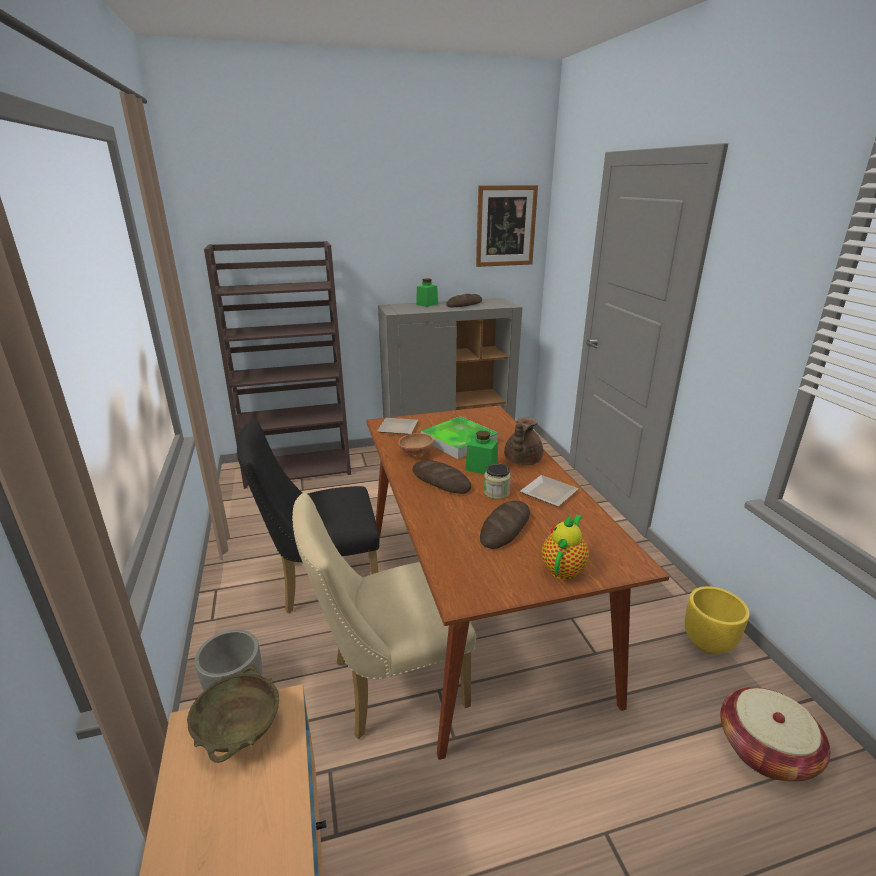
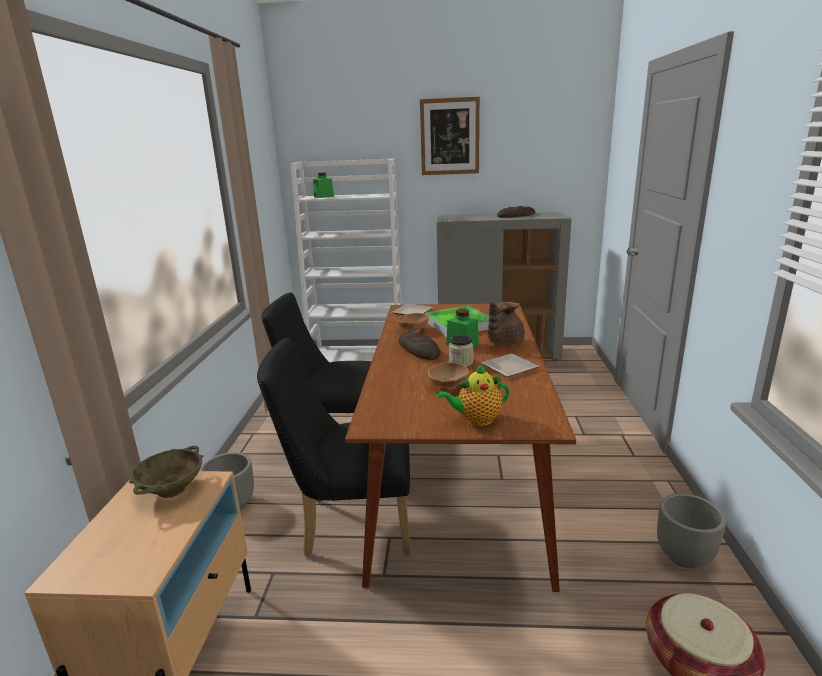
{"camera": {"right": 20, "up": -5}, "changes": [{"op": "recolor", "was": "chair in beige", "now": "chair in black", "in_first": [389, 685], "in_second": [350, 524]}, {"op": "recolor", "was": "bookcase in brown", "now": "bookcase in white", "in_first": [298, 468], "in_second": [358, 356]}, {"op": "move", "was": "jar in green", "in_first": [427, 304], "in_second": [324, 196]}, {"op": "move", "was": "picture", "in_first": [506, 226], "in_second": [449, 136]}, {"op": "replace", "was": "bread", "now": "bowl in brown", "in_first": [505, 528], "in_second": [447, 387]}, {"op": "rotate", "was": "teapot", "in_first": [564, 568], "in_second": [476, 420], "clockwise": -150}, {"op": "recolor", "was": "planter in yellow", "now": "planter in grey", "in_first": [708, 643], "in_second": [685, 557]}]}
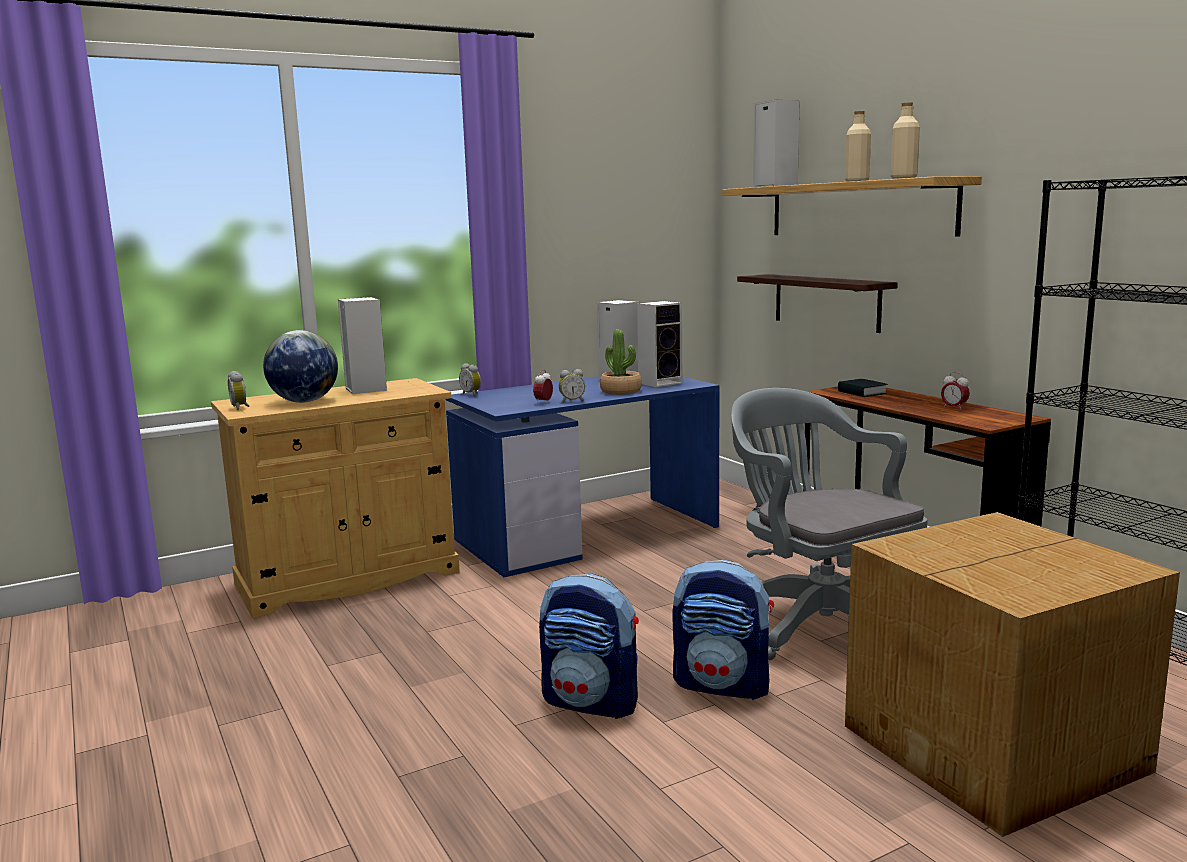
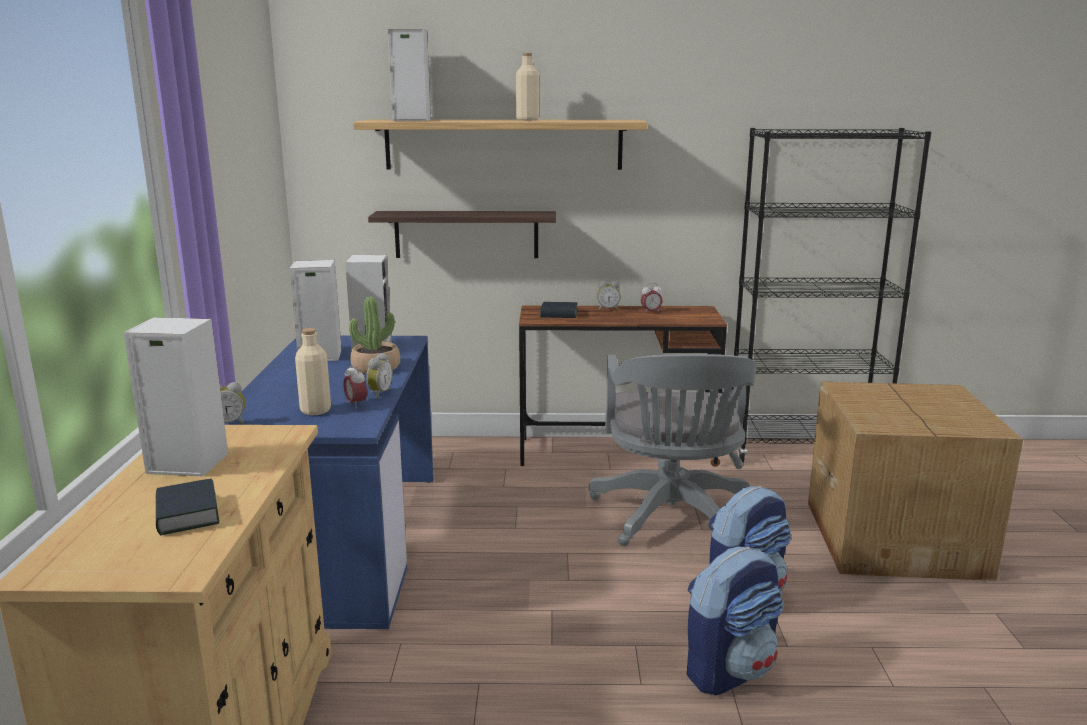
{"camera": {"right": -60, "up": 5}, "changes": [{"op": "replace", "was": "globe", "now": "book", "in_first": [304, 401], "in_second": [187, 514]}, {"op": "move", "was": "bottle in beige", "in_first": [903, 178], "in_second": [315, 410]}, {"op": "rotate", "was": "office chair in grey", "in_first": [817, 623], "in_second": [672, 518], "clockwise": -90}, {"op": "move", "was": "alarm clock", "in_first": [240, 407], "in_second": [608, 309]}]}
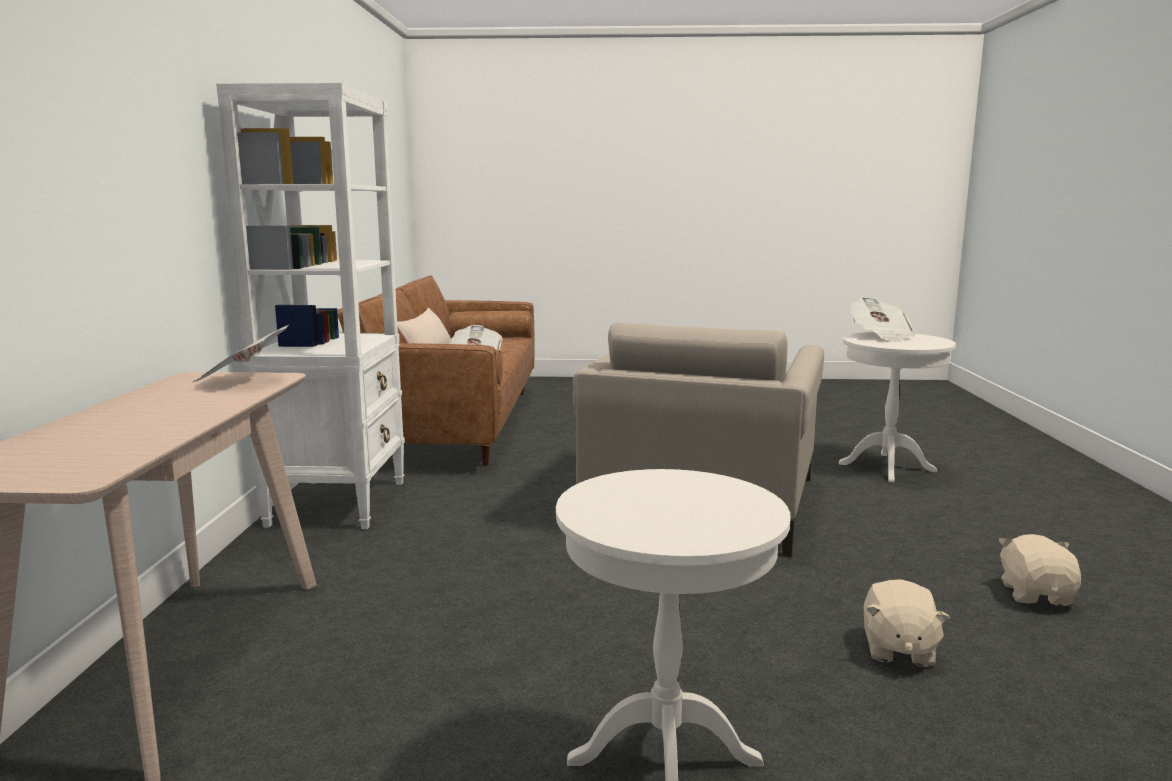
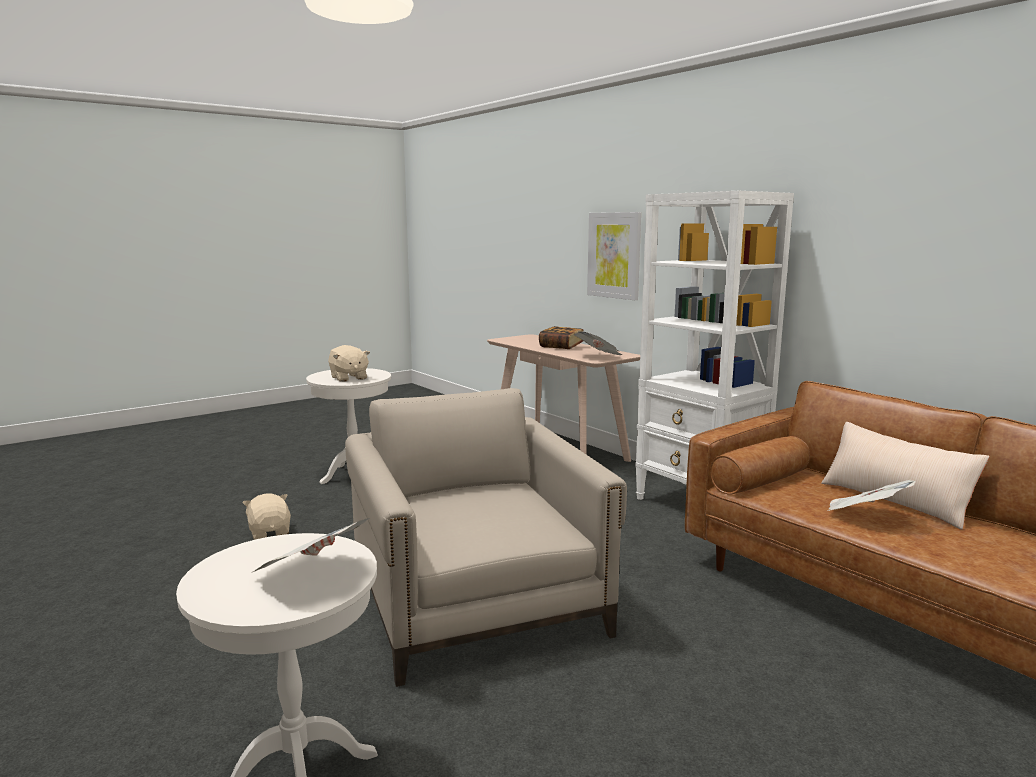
{"camera": {"right": 140, "up": 0}, "changes": [{"op": "move", "was": "plush toy in beige", "in_first": [1036, 595], "in_second": [348, 378]}, {"op": "insert", "now": "book", "in_second": [561, 347]}, {"op": "insert", "now": "picture", "in_second": [614, 255]}]}
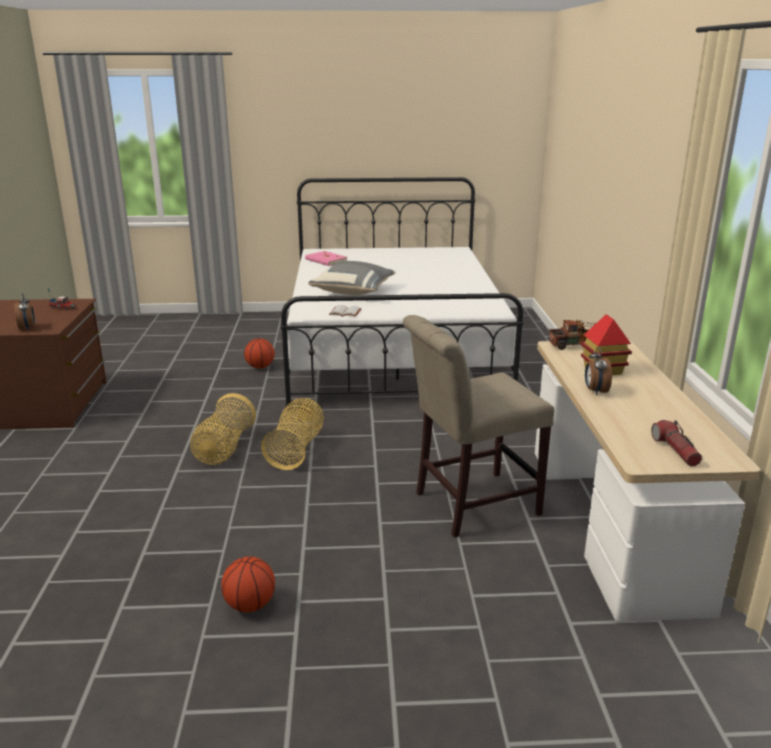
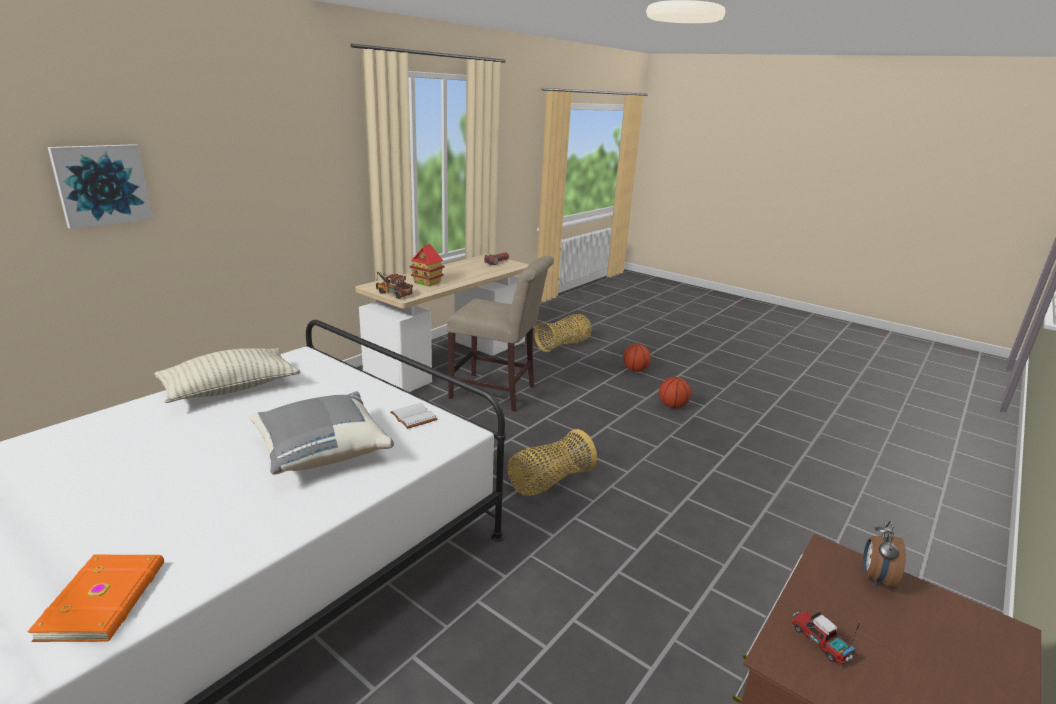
{"camera": {"right": -140, "up": 0}, "changes": [{"op": "recolor", "was": "book in pink", "now": "book in orange", "in_first": [326, 261], "in_second": [106, 599]}, {"op": "insert", "now": "picture", "in_second": [102, 185]}, {"op": "insert", "now": "pillow", "in_second": [231, 389]}, {"op": "move", "was": "basket", "in_first": [224, 449], "in_second": [563, 345]}, {"op": "move", "was": "basketball", "in_first": [260, 367], "in_second": [635, 370]}, {"op": "delete", "was": "alarm clock", "in_first": [595, 391]}]}
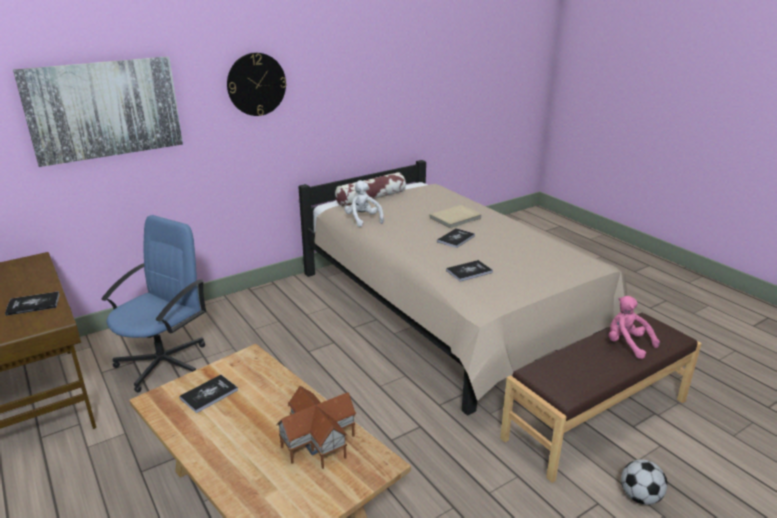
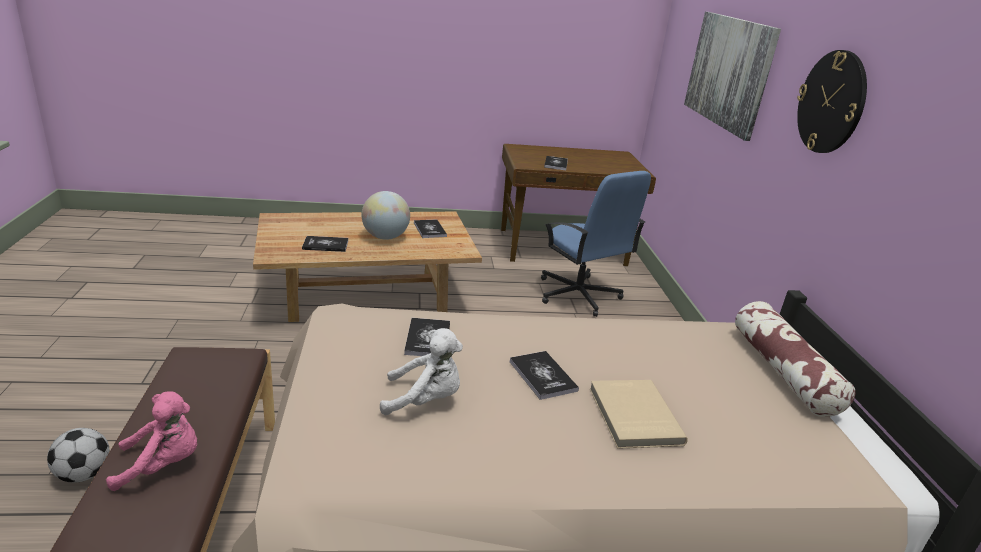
{"camera": {"right": 115, "up": 0}, "changes": [{"op": "replace", "was": "toy house", "now": "book", "in_first": [317, 442], "in_second": [325, 245]}, {"op": "insert", "now": "globe", "in_second": [385, 237]}, {"op": "move", "was": "plush toy in white", "in_first": [363, 220], "in_second": [425, 400]}]}
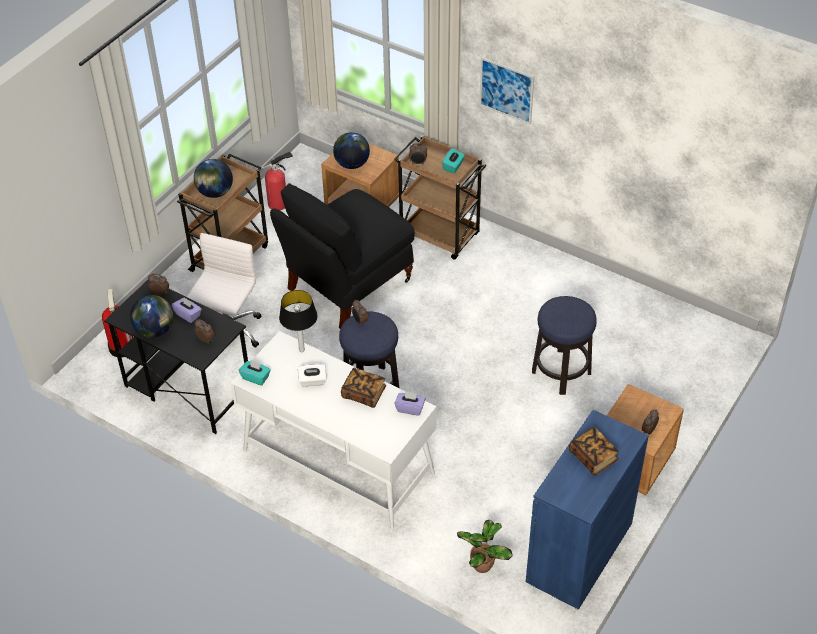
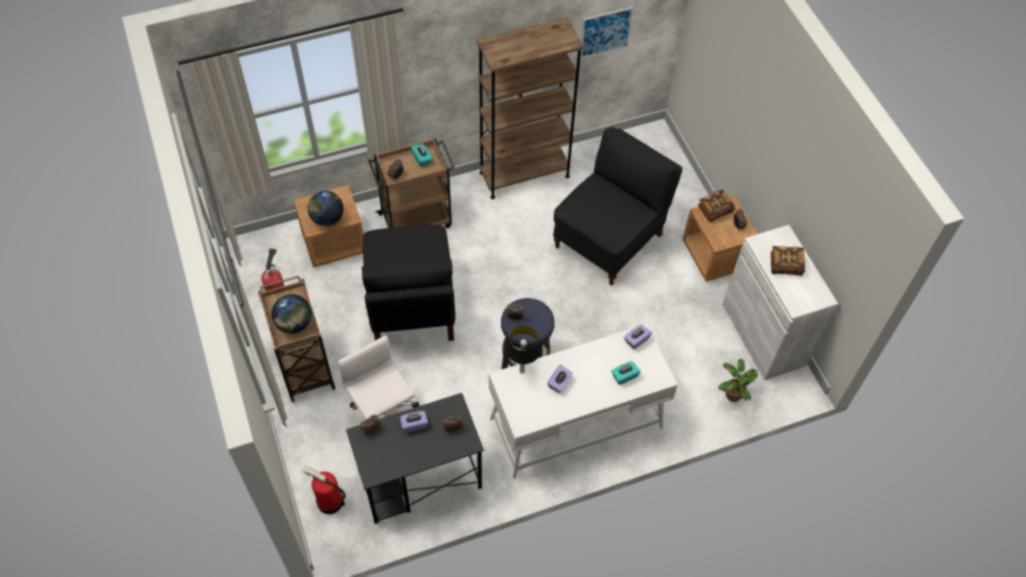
{"camera": {"right": -55, "up": 10}, "changes": [{"op": "insert", "now": "bookcase in brown", "in_second": [524, 174]}, {"op": "recolor", "was": "tissue box in white", "now": "tissue box in purple", "in_first": [312, 381], "in_second": [559, 383]}, {"op": "replace", "was": "stool", "now": "chair in black", "in_first": [561, 372], "in_second": [609, 240]}, {"op": "move", "was": "picture", "in_first": [506, 90], "in_second": [605, 32]}, {"op": "move", "was": "tissue box in turquoise", "in_first": [256, 377], "in_second": [624, 376]}, {"op": "move", "was": "book", "in_first": [364, 394], "in_second": [715, 210]}, {"op": "recolor", "was": "cabinet in blue", "now": "cabinet in white", "in_first": [579, 552], "in_second": [763, 334]}, {"op": "delete", "was": "globe", "in_first": [155, 330]}]}
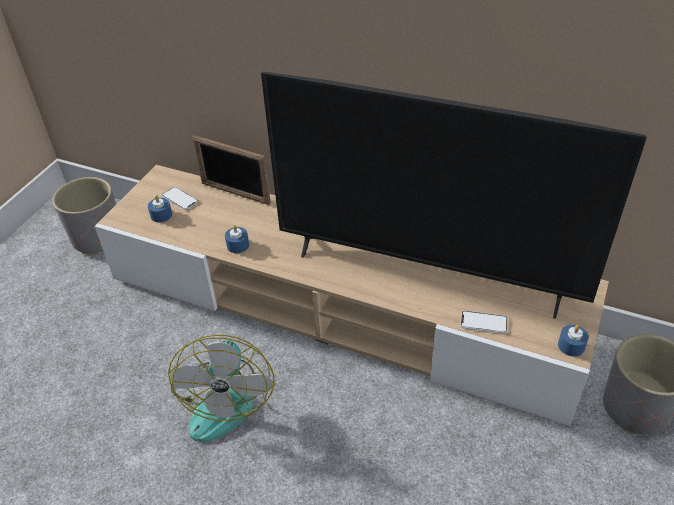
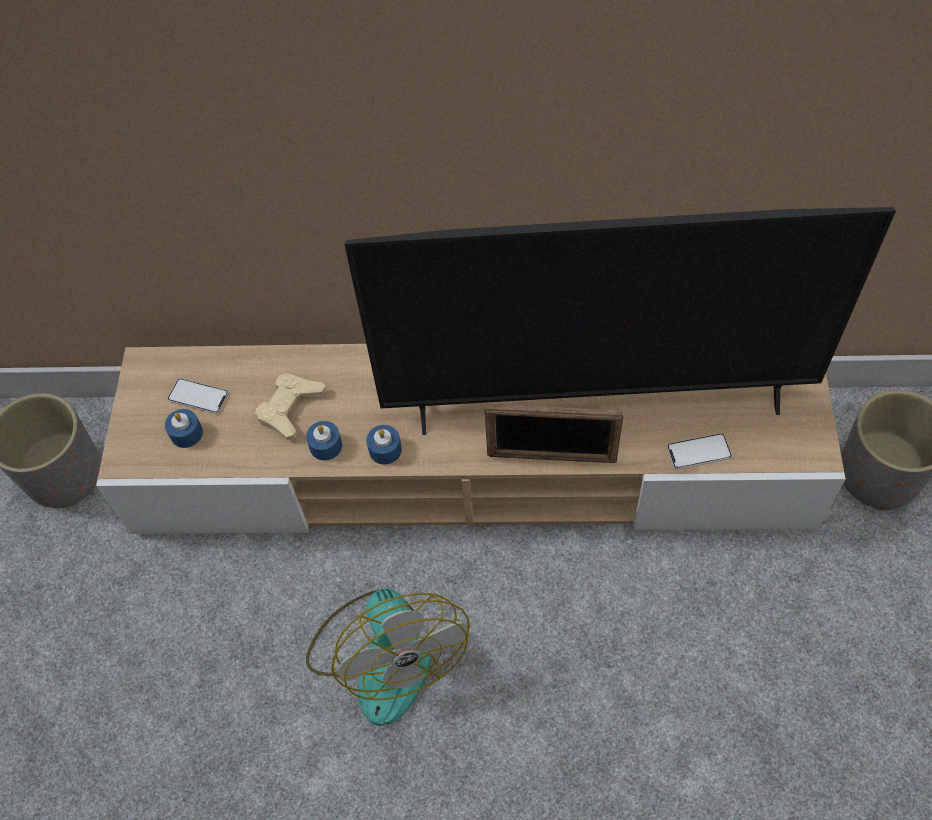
{"camera": {"right": -20, "up": 15}, "changes": [{"op": "insert", "now": "game controller in beige", "in_second": [290, 408]}, {"op": "move", "was": "candle in blue", "in_first": [571, 346], "in_second": [385, 450]}, {"op": "move", "was": "picture frame", "in_first": [235, 193], "in_second": [551, 457]}]}
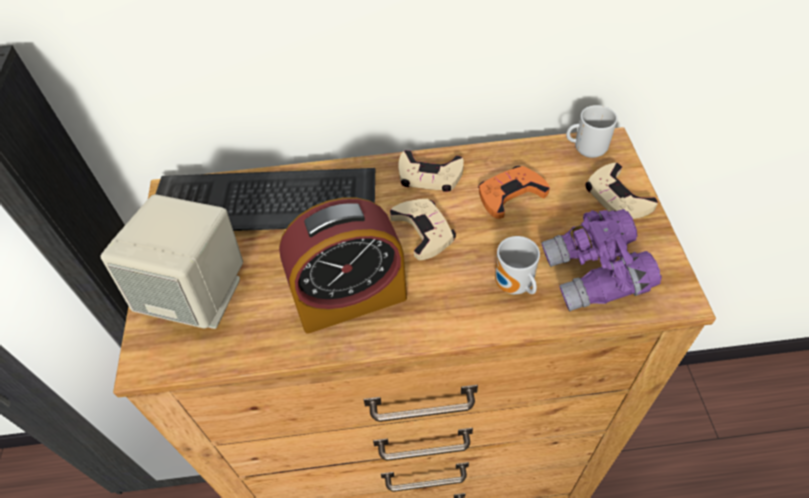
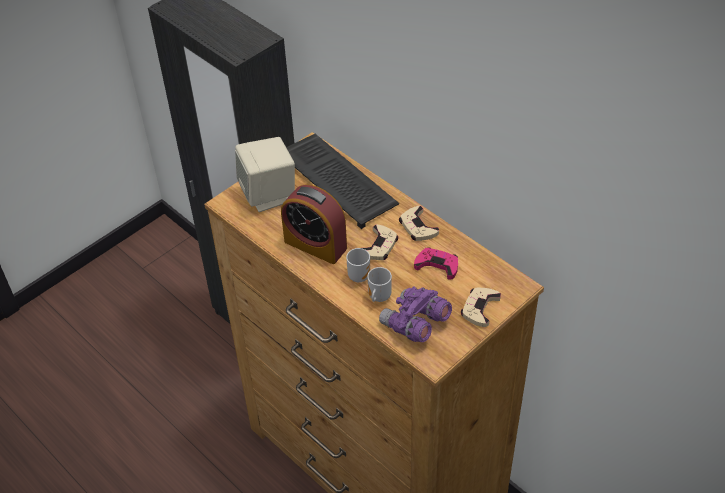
{"camera": {"right": 50, "up": -5}, "changes": [{"op": "move", "was": "mug", "in_first": [586, 150], "in_second": [358, 275]}, {"op": "recolor", "was": "game controller in orange", "now": "game controller in pink", "in_first": [510, 194], "in_second": [437, 265]}]}
